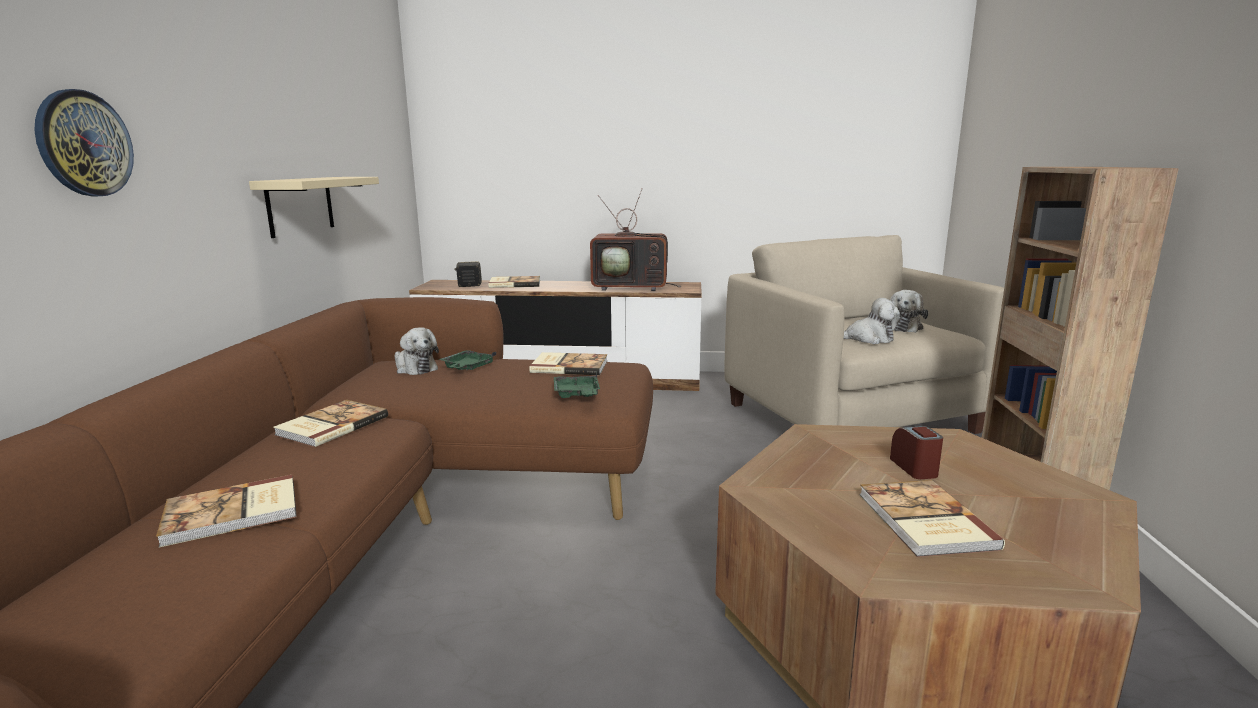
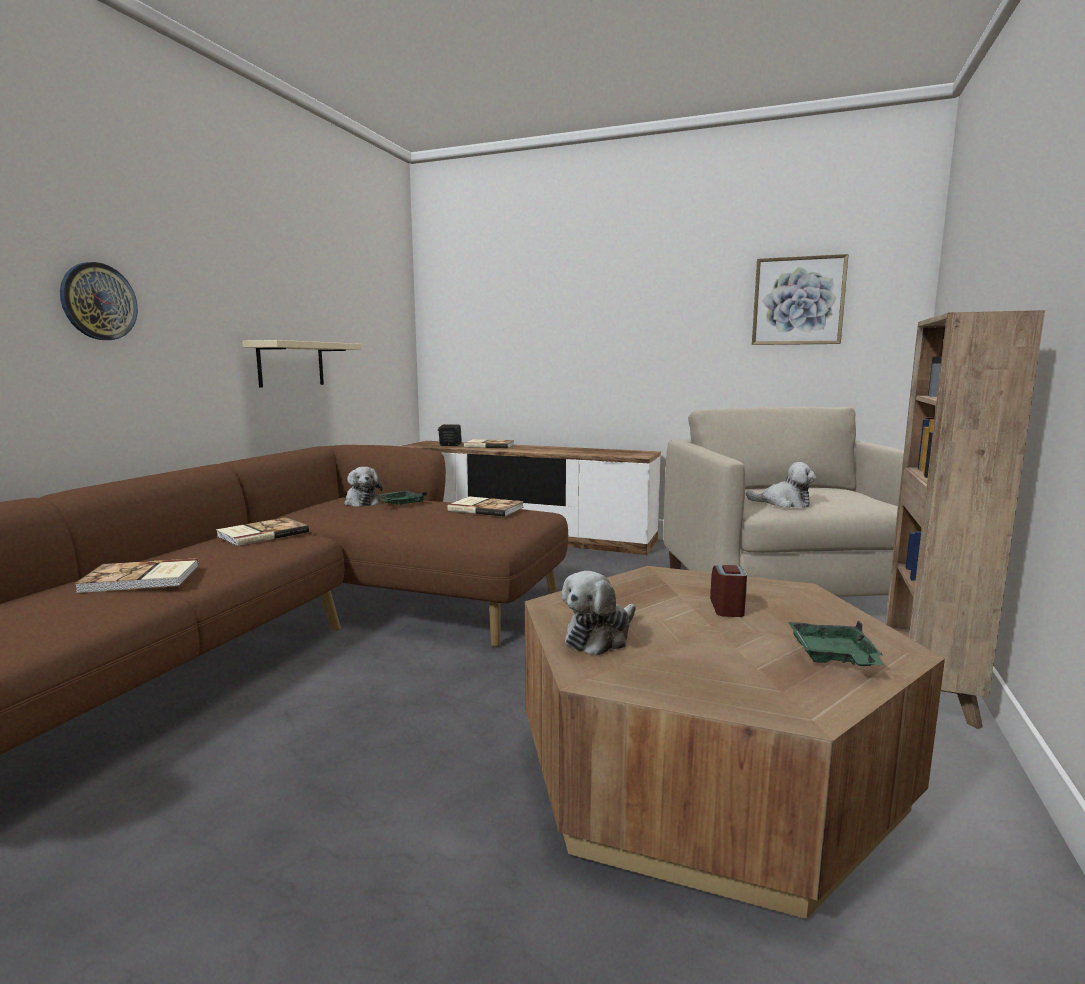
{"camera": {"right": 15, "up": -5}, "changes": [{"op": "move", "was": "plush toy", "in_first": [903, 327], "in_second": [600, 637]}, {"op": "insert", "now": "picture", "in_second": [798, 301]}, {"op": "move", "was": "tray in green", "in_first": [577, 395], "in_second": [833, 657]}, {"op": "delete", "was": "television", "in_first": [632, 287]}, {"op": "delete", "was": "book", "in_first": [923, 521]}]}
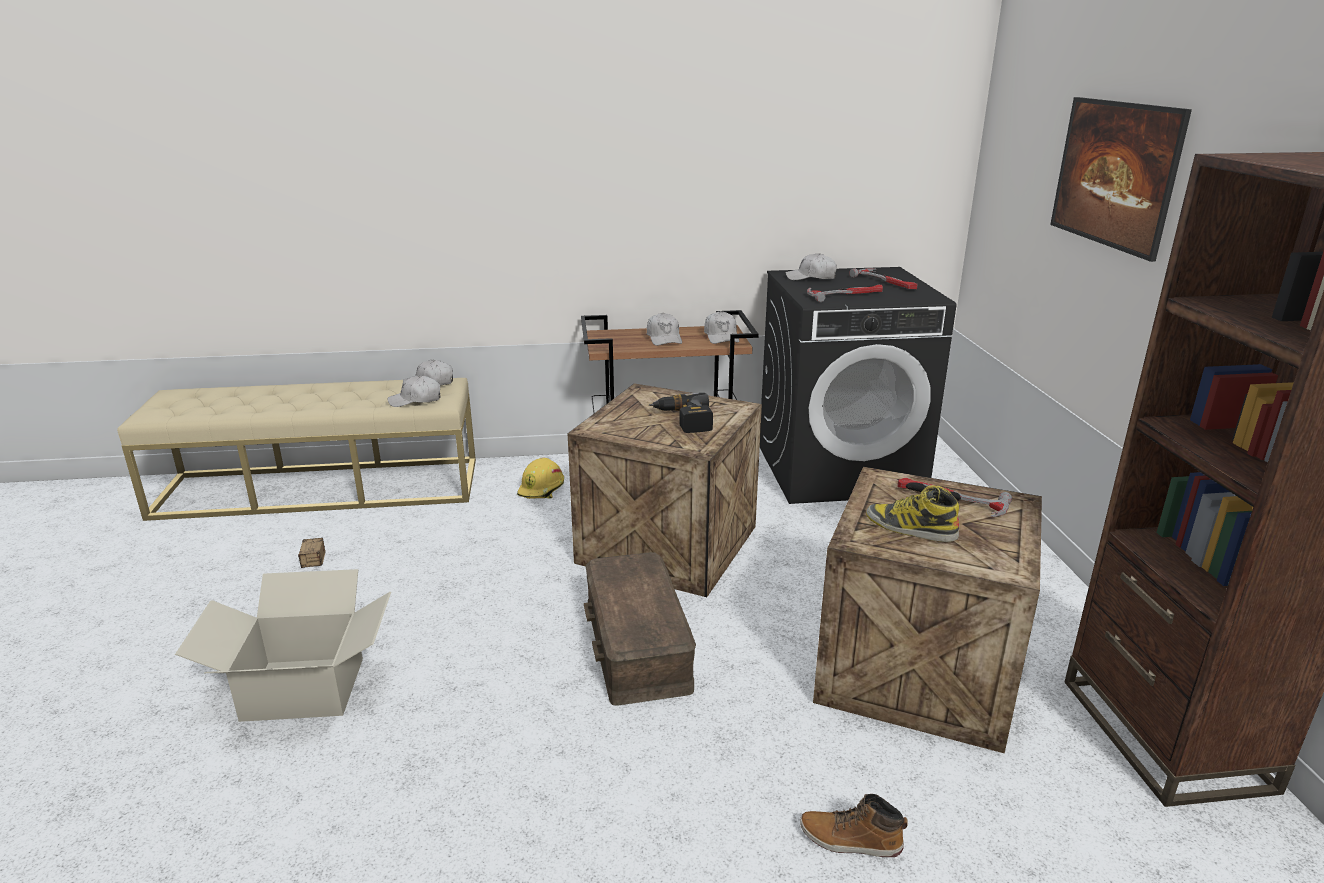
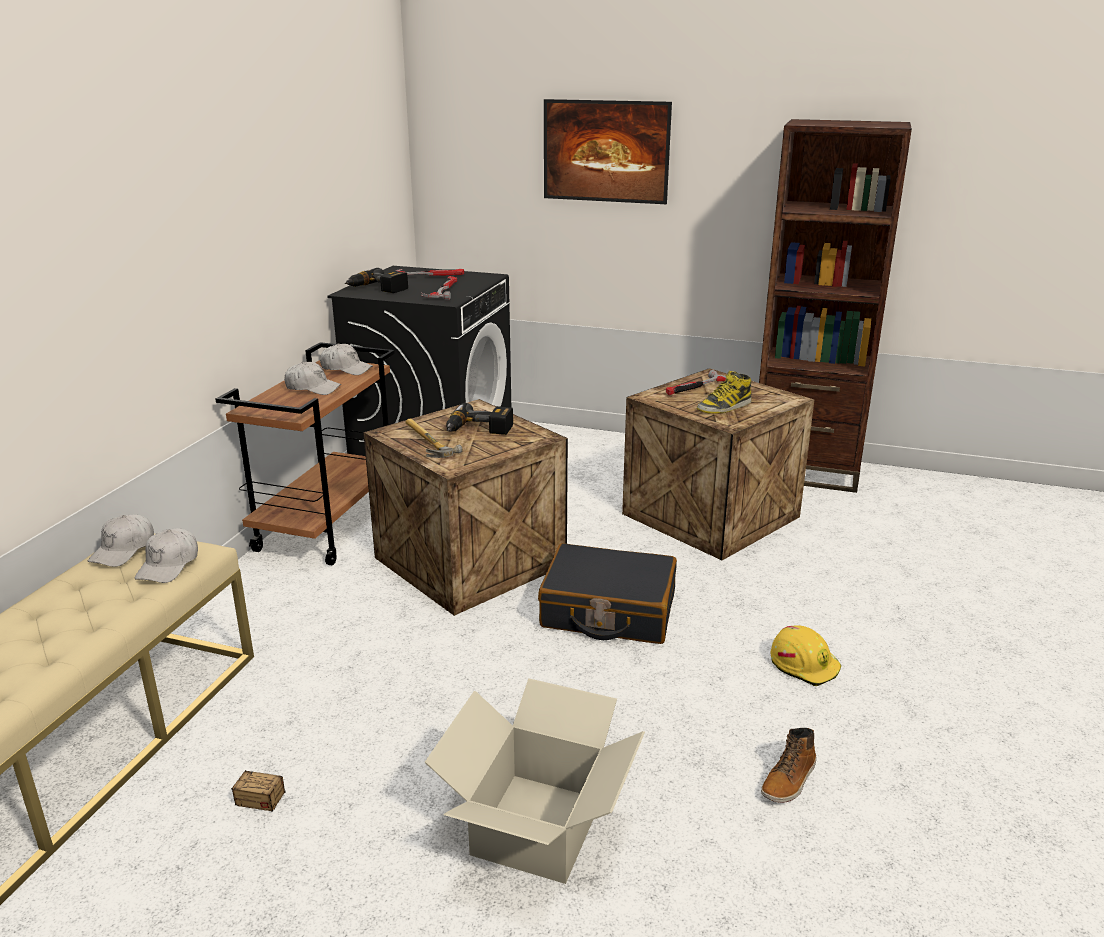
{"camera": {"right": -65, "up": 0}, "changes": [{"op": "replace", "was": "cap in white", "now": "power drill", "in_first": [811, 277], "in_second": [377, 289]}, {"op": "insert", "now": "hammer", "in_second": [425, 443]}, {"op": "replace", "was": "storage box in brown", "now": "suitcase in black", "in_first": [639, 645], "in_second": [608, 611]}, {"op": "move", "was": "boot", "in_first": [850, 840], "in_second": [789, 780]}, {"op": "move", "was": "hard hat in yellow", "in_first": [542, 489], "in_second": [804, 665]}]}
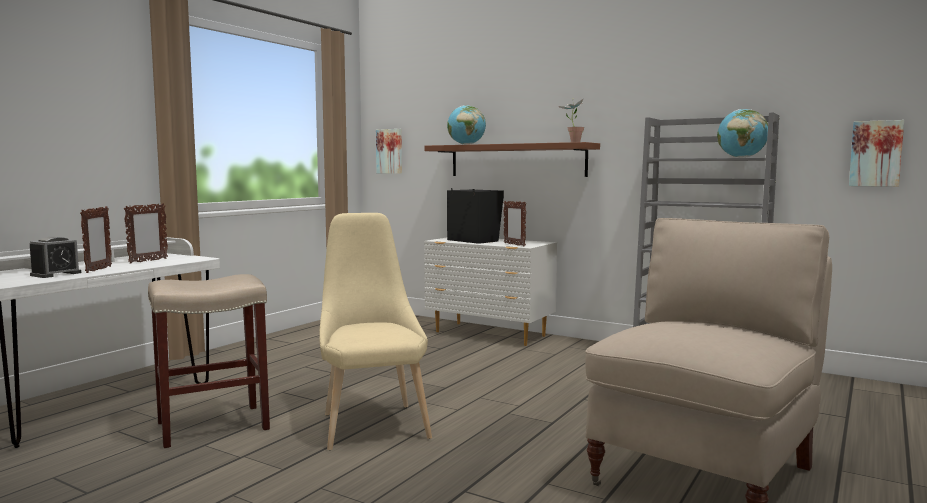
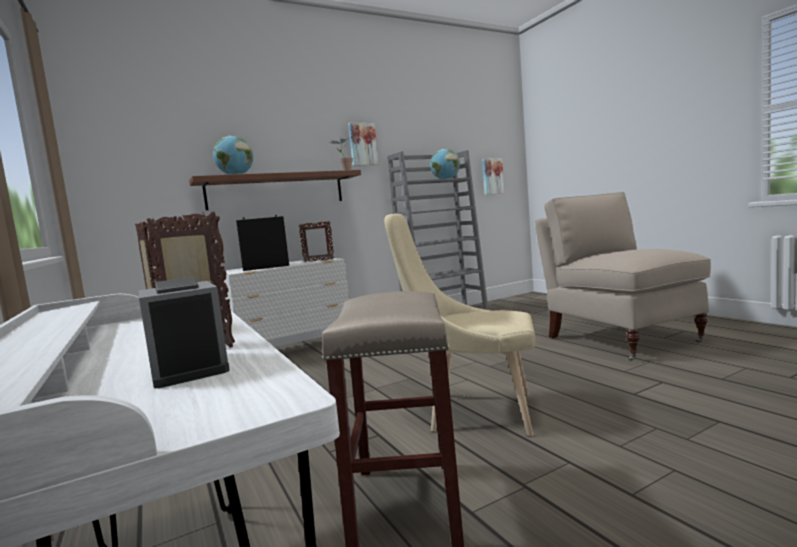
{"camera": {"right": -60, "up": 0}, "changes": [{"op": "move", "was": "picture", "in_first": [390, 151], "in_second": [362, 144]}]}
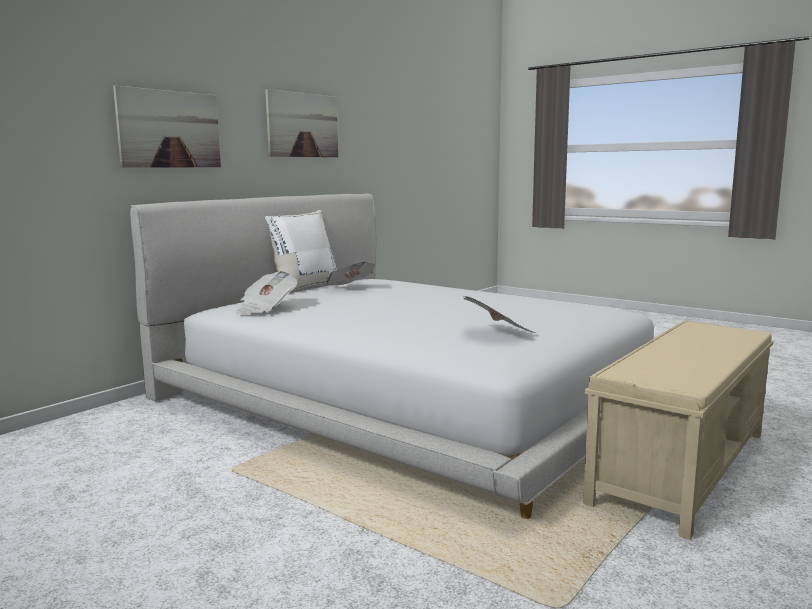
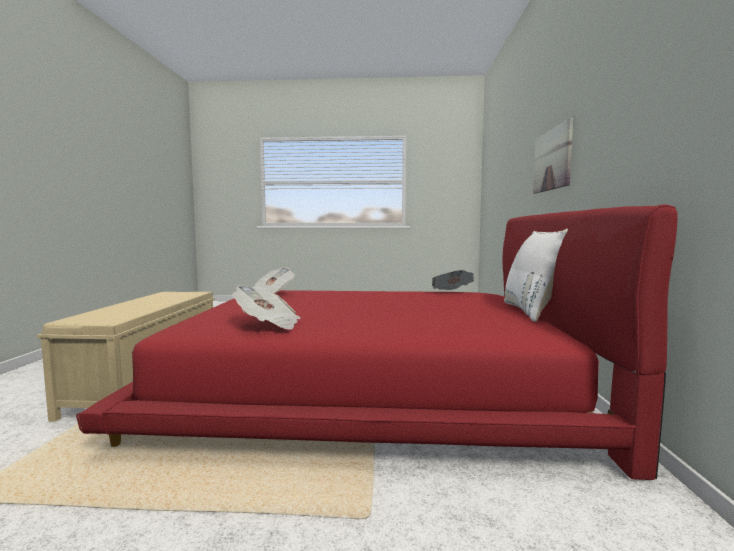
{"camera": {"right": 145, "up": -5}, "changes": [{"op": "recolor", "was": "bed in white", "now": "bed in red", "in_first": [409, 397], "in_second": [373, 386]}, {"op": "move", "was": "newspaper", "in_first": [350, 288], "in_second": [268, 324]}, {"op": "delete", "was": "picture", "in_first": [303, 125]}]}
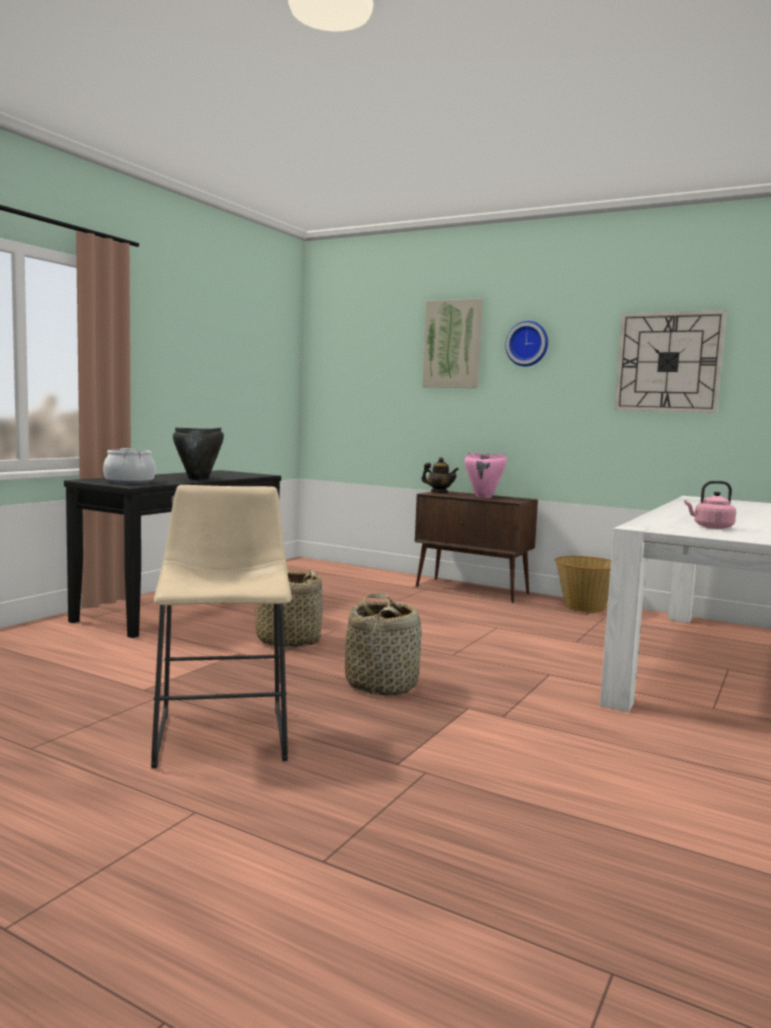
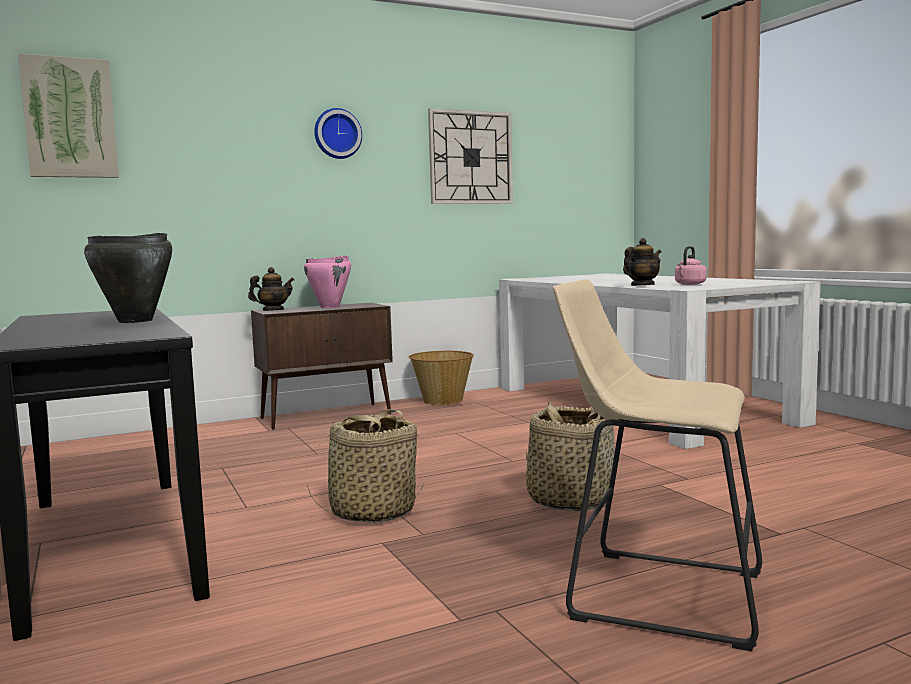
{"camera": {"right": -55, "up": 0}, "changes": [{"op": "move", "was": "picture", "in_first": [453, 344], "in_second": [70, 118]}, {"op": "insert", "now": "teapot", "in_second": [642, 286]}, {"op": "delete", "was": "cooking pot", "in_first": [129, 481]}]}
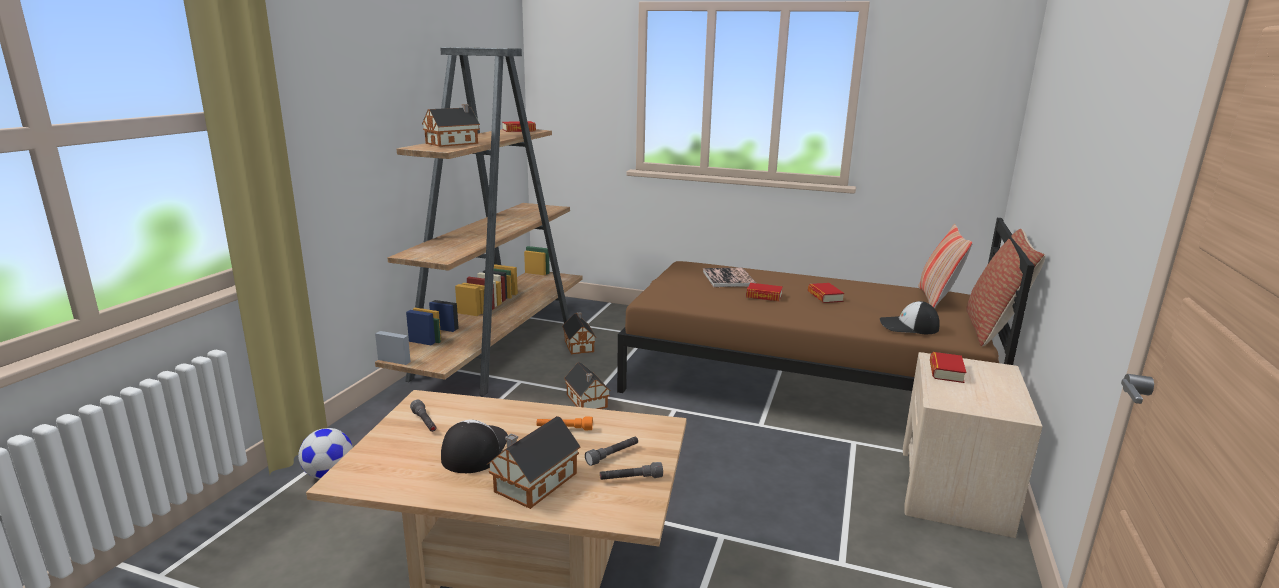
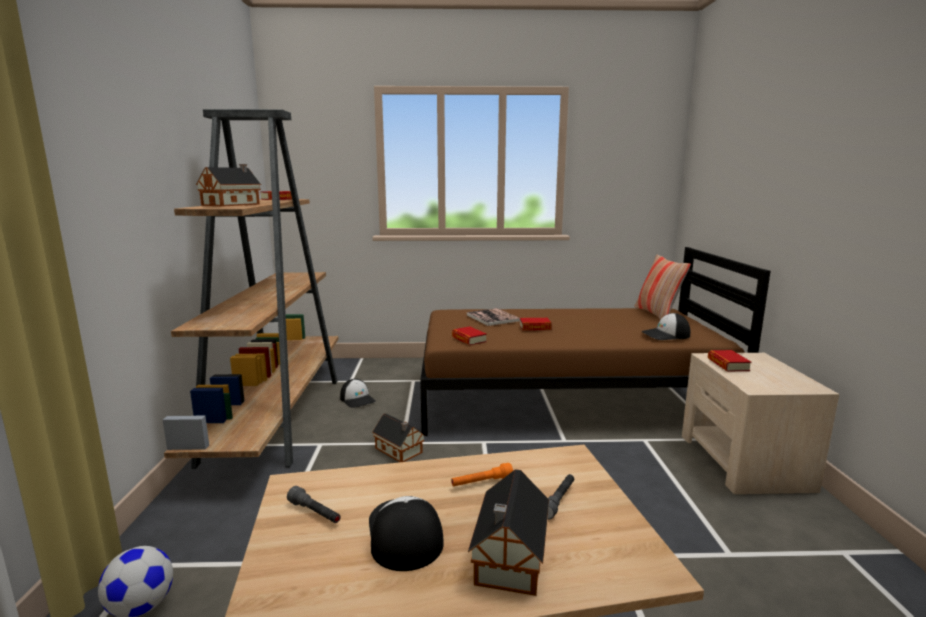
{"camera": {"right": -20, "up": -5}, "changes": [{"op": "replace", "was": "toy house", "now": "cap", "in_first": [579, 345], "in_second": [358, 399]}, {"op": "move", "was": "book", "in_first": [825, 296], "in_second": [469, 339]}, {"op": "delete", "was": "flashlight in grey", "in_first": [630, 479]}, {"op": "delete", "was": "pillow", "in_first": [992, 330]}]}
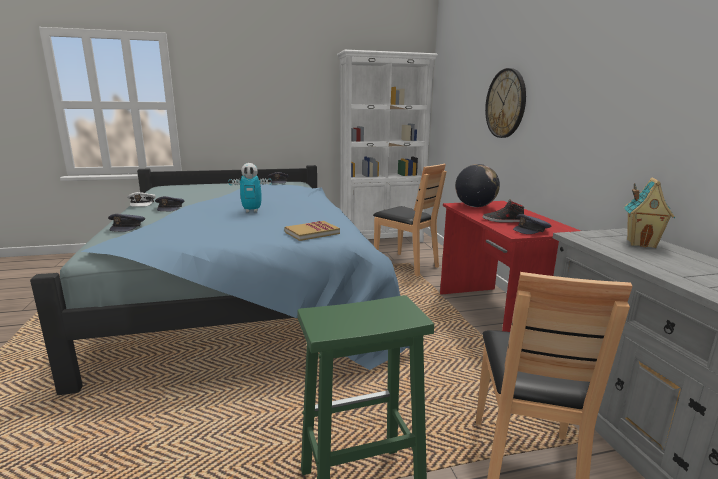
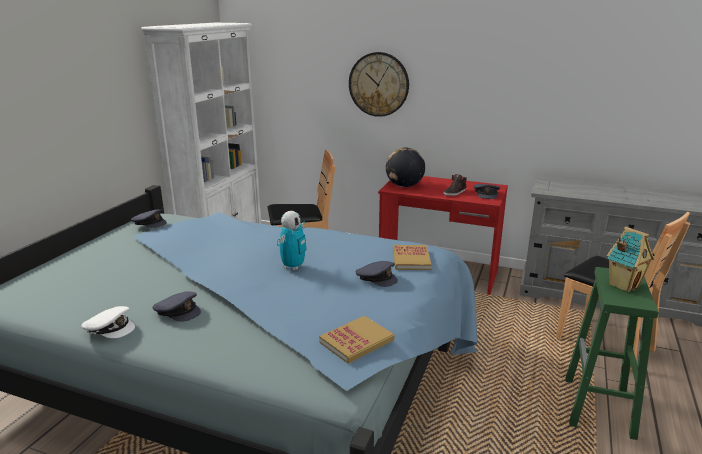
{"camera": {"right": -55, "up": 5}, "changes": [{"op": "insert", "now": "book", "in_second": [356, 341]}, {"op": "move", "was": "cap in grey", "in_first": [127, 227], "in_second": [376, 278]}, {"op": "move", "was": "toy house", "in_first": [641, 243], "in_second": [623, 285]}]}
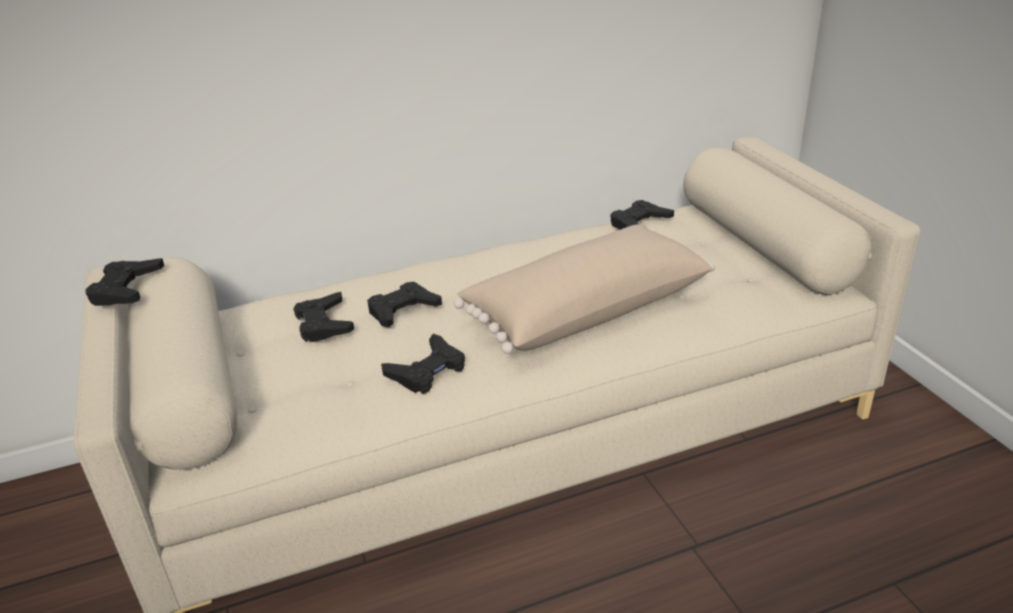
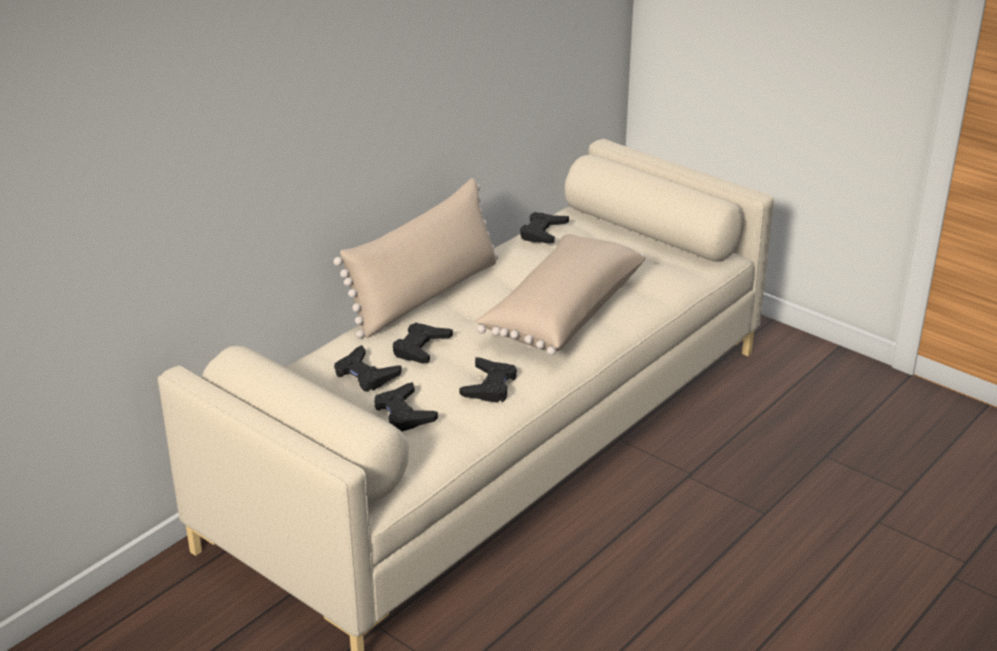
{"camera": {"right": -30, "up": 0}, "changes": [{"op": "insert", "now": "pillow in beige", "in_second": [425, 295]}, {"op": "move", "was": "game controller in black", "in_first": [126, 289], "in_second": [404, 413]}]}
